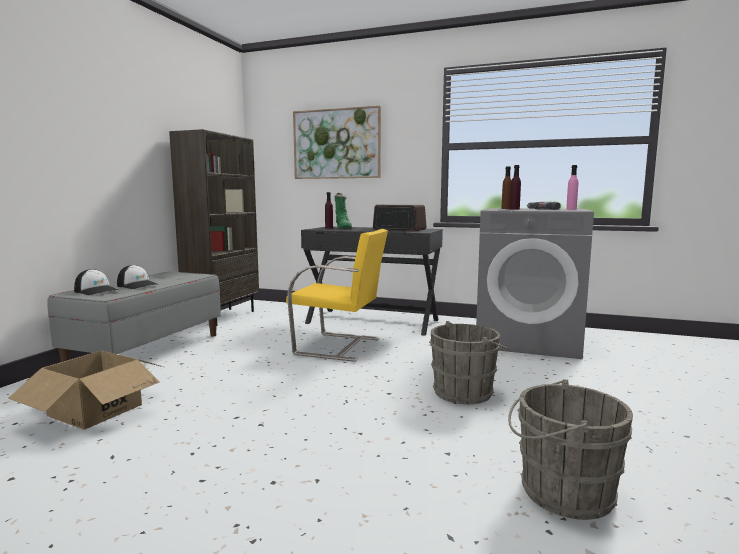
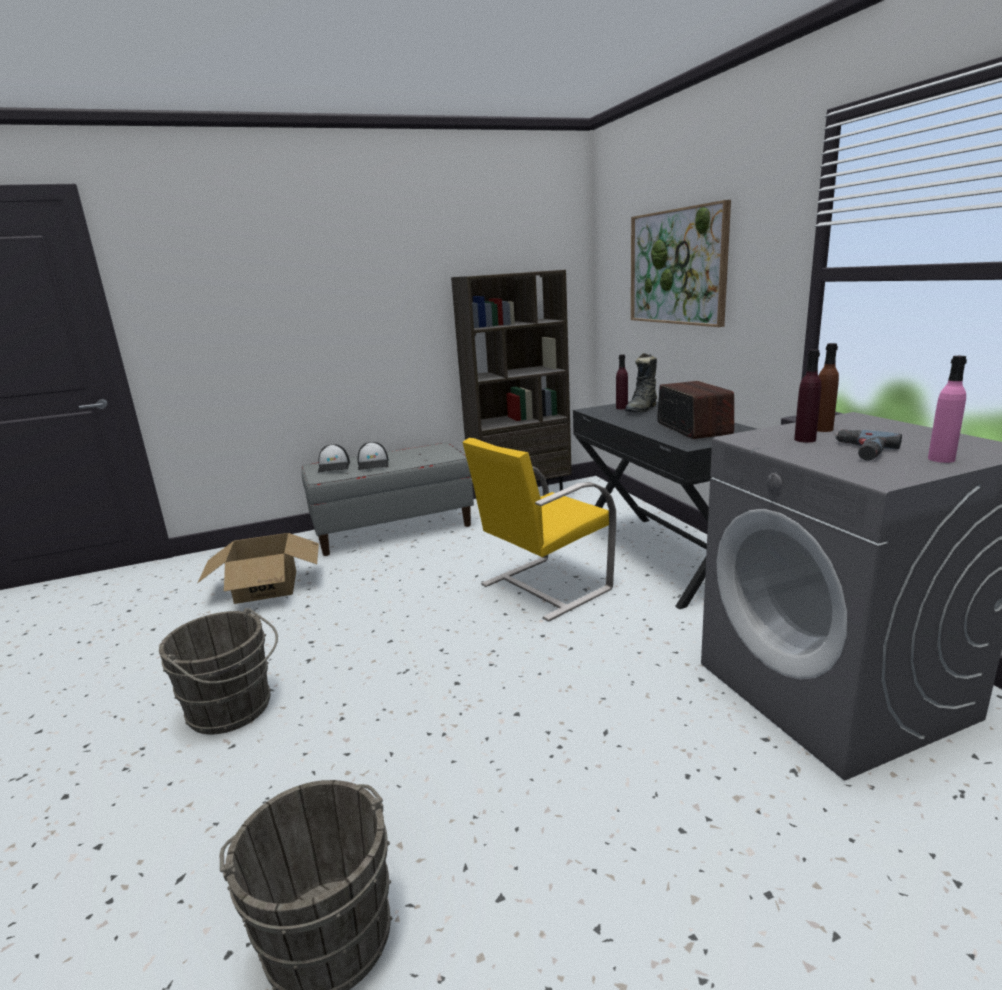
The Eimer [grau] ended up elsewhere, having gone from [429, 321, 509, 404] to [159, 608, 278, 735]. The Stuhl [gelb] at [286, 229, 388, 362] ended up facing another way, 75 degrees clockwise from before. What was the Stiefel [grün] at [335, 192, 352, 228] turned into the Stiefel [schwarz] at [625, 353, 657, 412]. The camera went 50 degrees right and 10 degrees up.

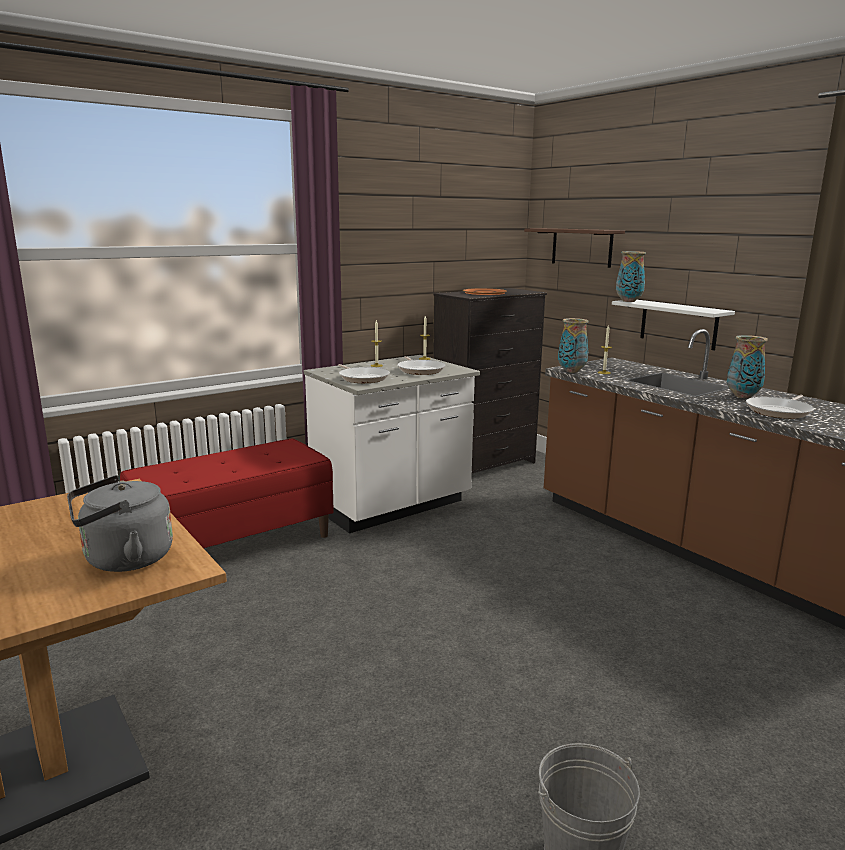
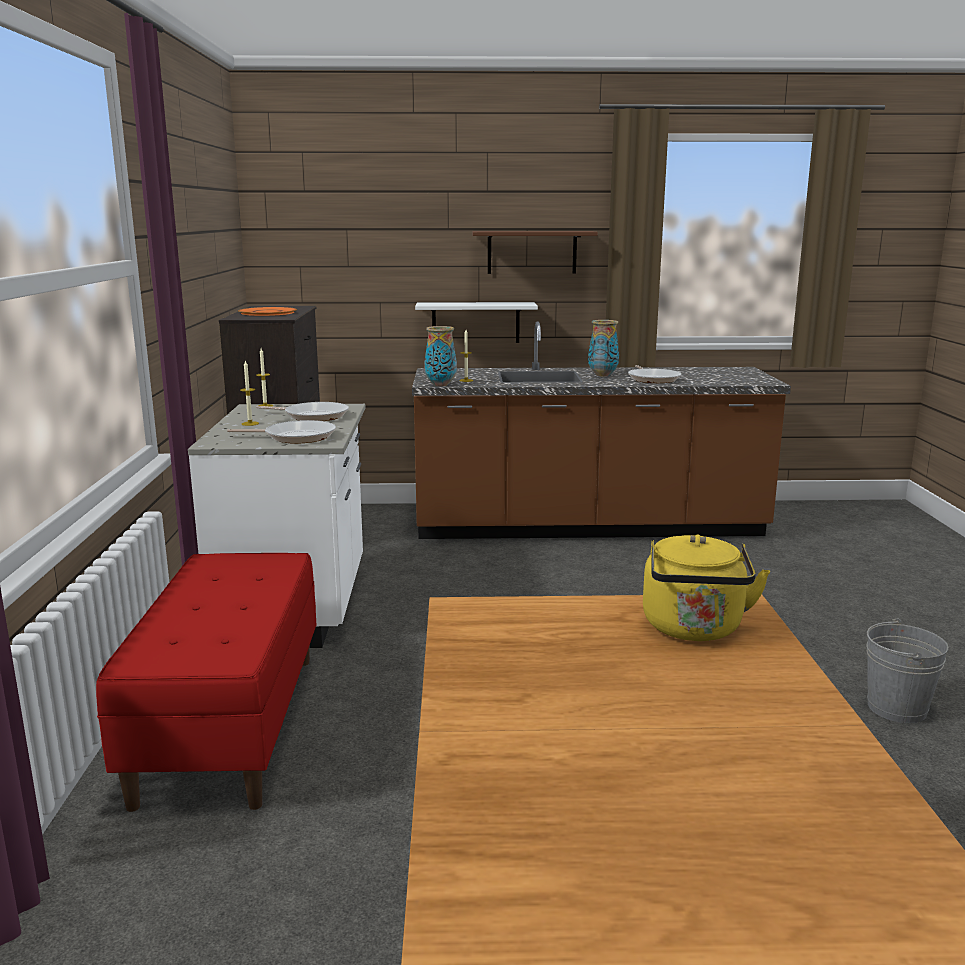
The Wandregal [braun] ended up elsewhere, having gone from [524, 228, 625, 268] to [472, 231, 598, 274]. What was the Wasserkessel [grau] at [67, 475, 173, 572] turned into the Wasserkessel [gelb] at [643, 534, 770, 641]. The second view lost the Vase at [616, 251, 646, 302]. The camera went 55 degrees left and 0 degrees up.

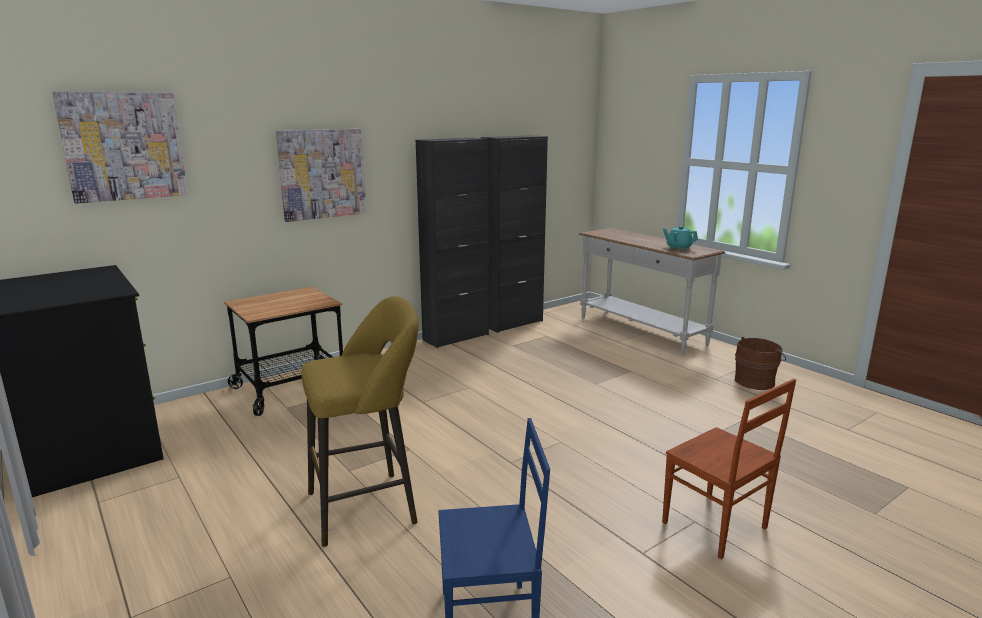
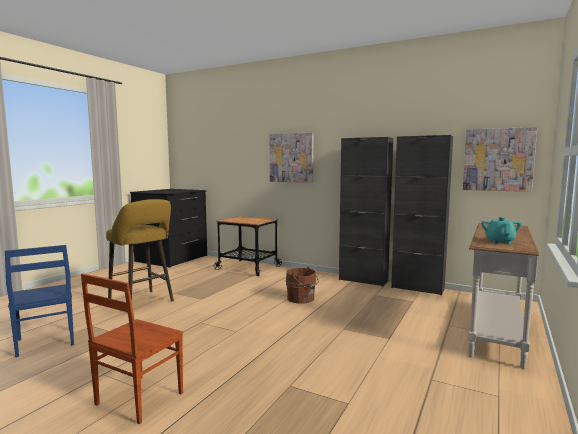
The Eimer [braun] ended up elsewhere, having gone from [735, 337, 786, 390] to [286, 267, 319, 304]. The Bild ended up elsewhere, having gone from [52, 92, 188, 204] to [463, 127, 537, 192]. The camera went 65 degrees right and 10 degrees down.

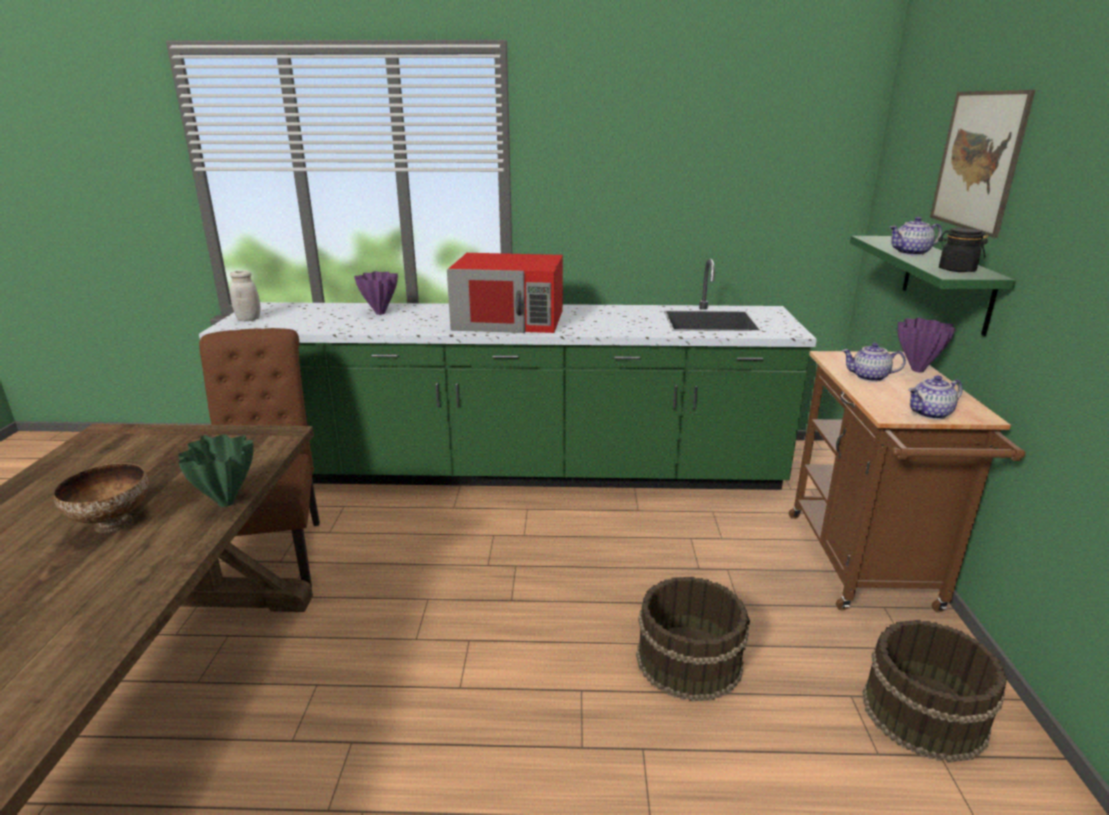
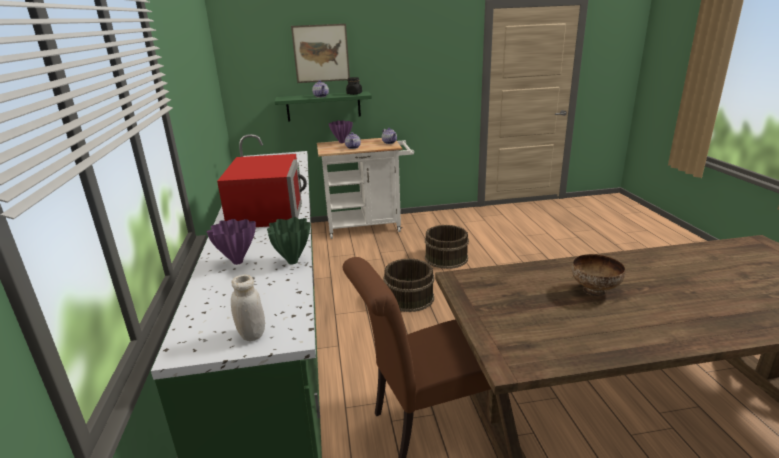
The Vase [grün] ended up elsewhere, having gone from [178, 434, 254, 507] to [267, 217, 310, 264]. What was the Rollwagen [braun] at [789, 351, 1025, 612] turned into the Rollwagen [weiß] at [317, 138, 414, 239]. The Eimer [braun] ended up elsewhere, having gone from [862, 620, 1007, 763] to [383, 259, 434, 312]. The camera went 100 degrees left and 0 degrees up.

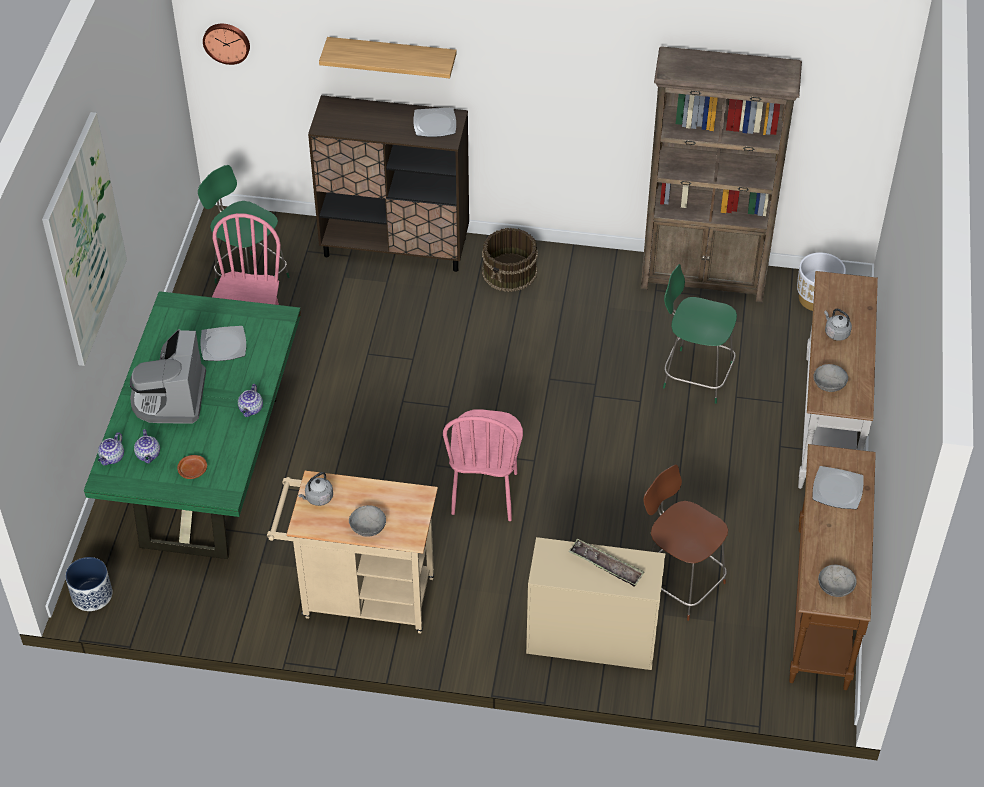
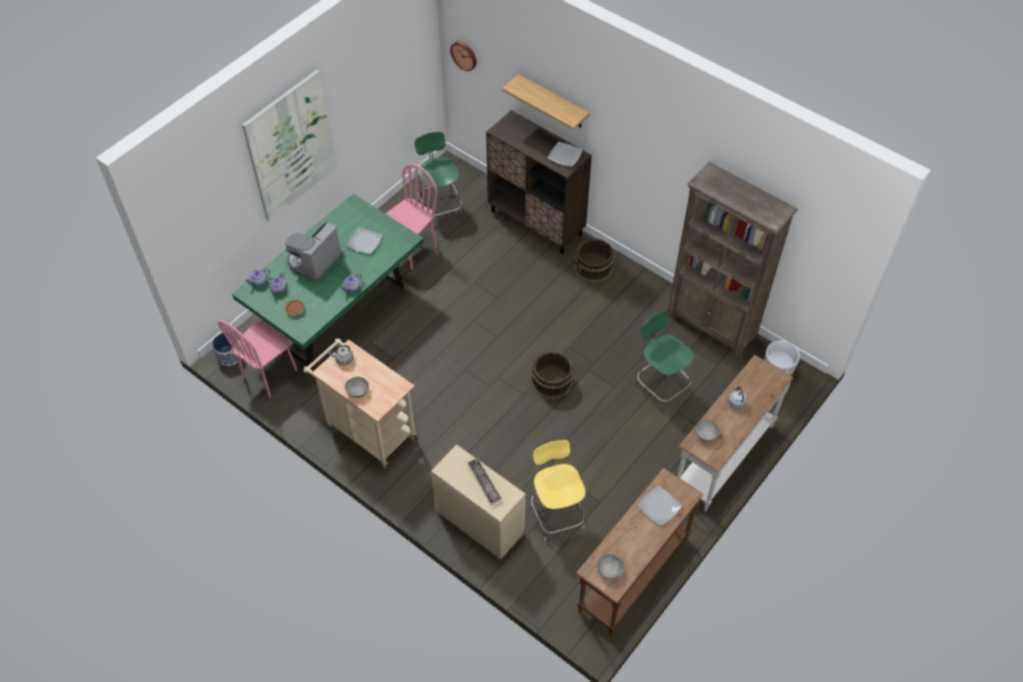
The Stuhl [rosa] ended up elsewhere, having gone from [443, 409, 523, 521] to [218, 320, 298, 397]. The second view gained the Eimer [braun] at [531, 351, 573, 399]. What was the Hocker [braun] at [644, 464, 728, 621] turned into the Hocker [gelb] at [531, 440, 585, 540]. The camera went 30 degrees right and 5 degrees up.

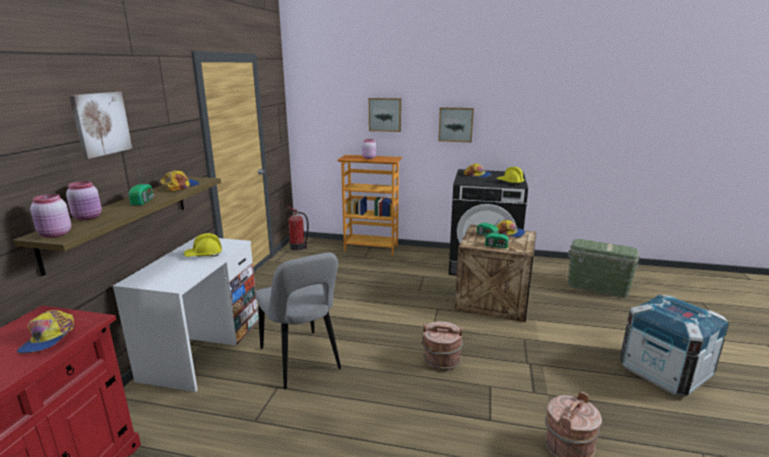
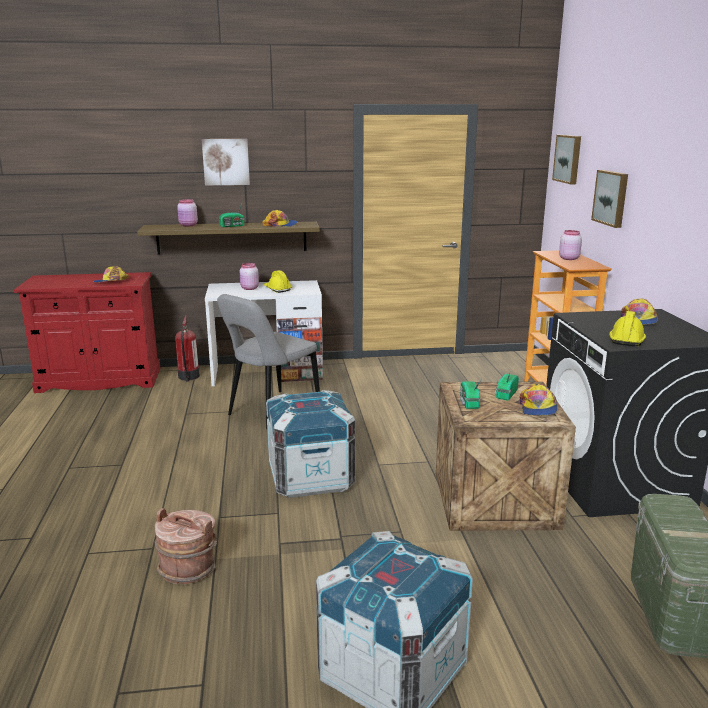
The Feuerlöscher ended up elsewhere, having gone from [286, 206, 308, 251] to [175, 315, 200, 382]. The Vorratsglas [rosa] ended up elsewhere, having gone from [30, 194, 71, 238] to [240, 263, 259, 290]. Where the Eimer [braun] stood at [421, 321, 463, 371], the Kiste came to stand at [266, 390, 355, 498]. The Bild ended up elsewhere, having gone from [438, 107, 474, 142] to [552, 135, 581, 184]. The camera went 70 degrees right and 0 degrees up.

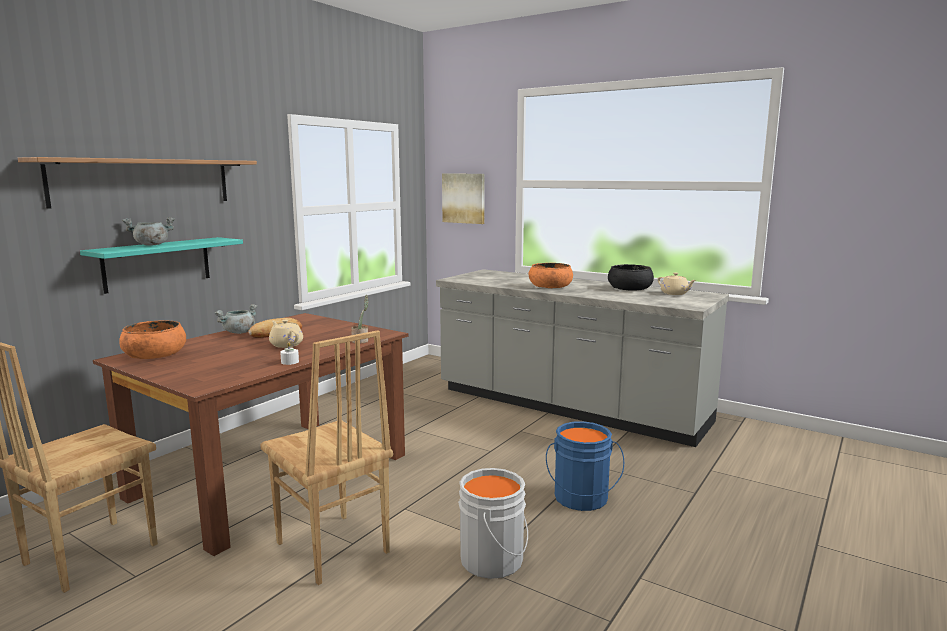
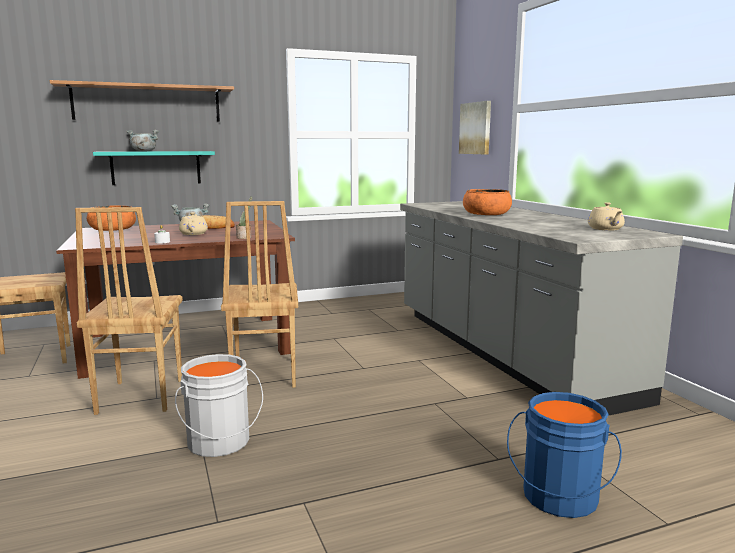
The second view gained the Stuhl [braun] at [221, 201, 298, 388]. The Eimer [blau] ended up elsewhere, having gone from [546, 421, 624, 511] to [507, 392, 622, 518]. The second view lost the Schüssel [schwarz] at [608, 264, 654, 291]. The camera went 35 degrees right and 0 degrees up.

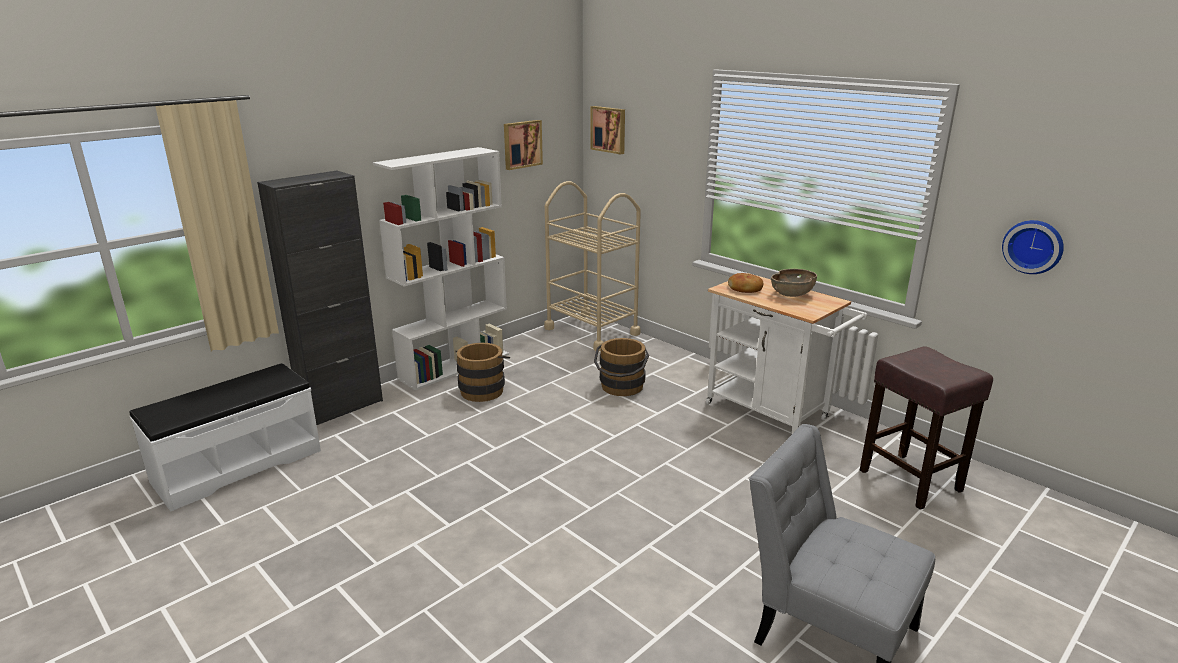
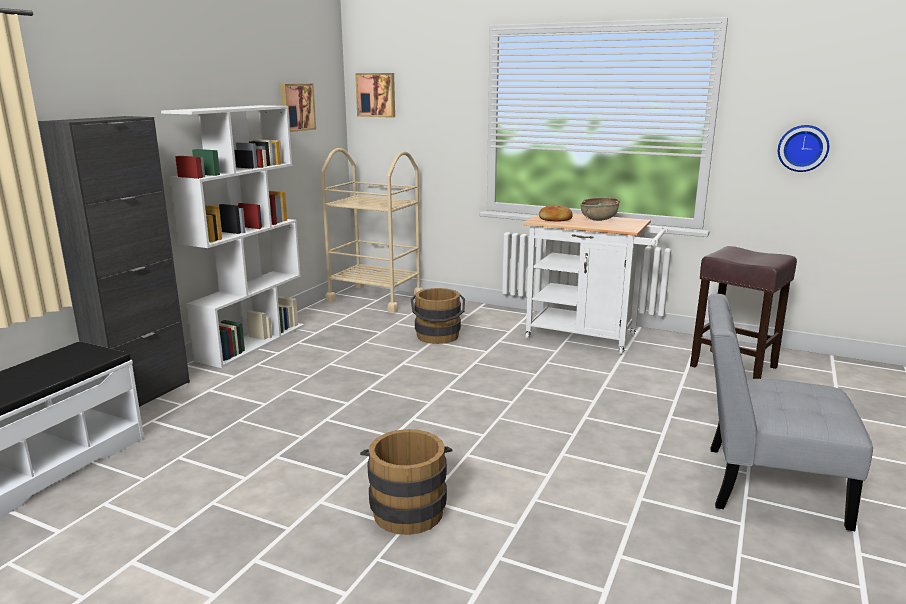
The Eimer [braun] ended up elsewhere, having gone from [455, 343, 510, 402] to [360, 429, 452, 535]. The camera went 20 degrees left and 5 degrees down.

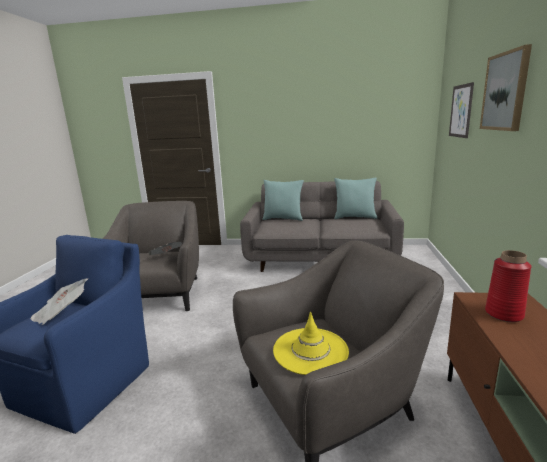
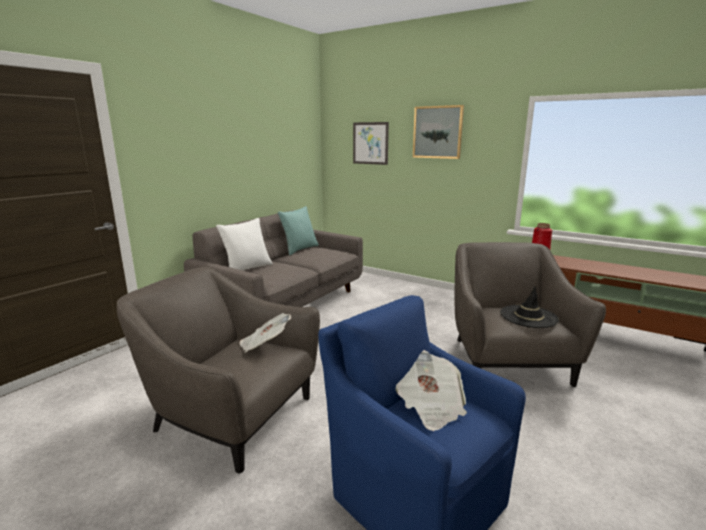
What was the Kissen [türkis] at [262, 180, 304, 221] turned into the Kissen [weiß] at [216, 218, 273, 271]. What was the Hut [gelb] at [273, 312, 349, 375] turned into the Hut [schwarz] at [500, 286, 559, 328]. The camera went 65 degrees left and 0 degrees up.

